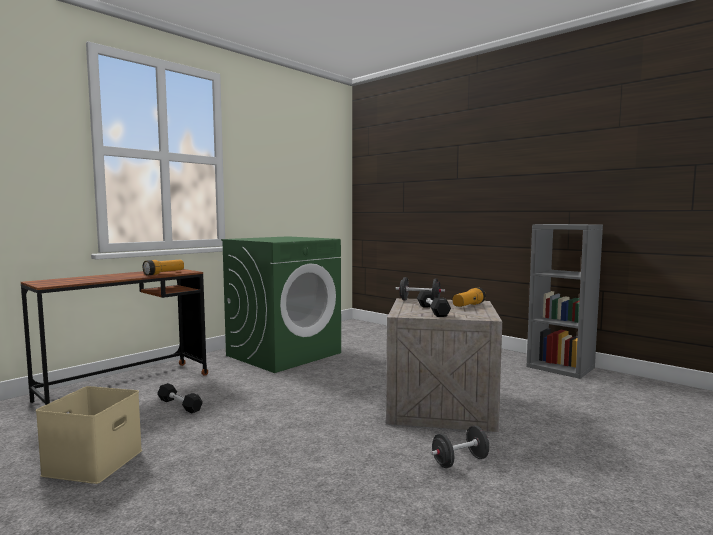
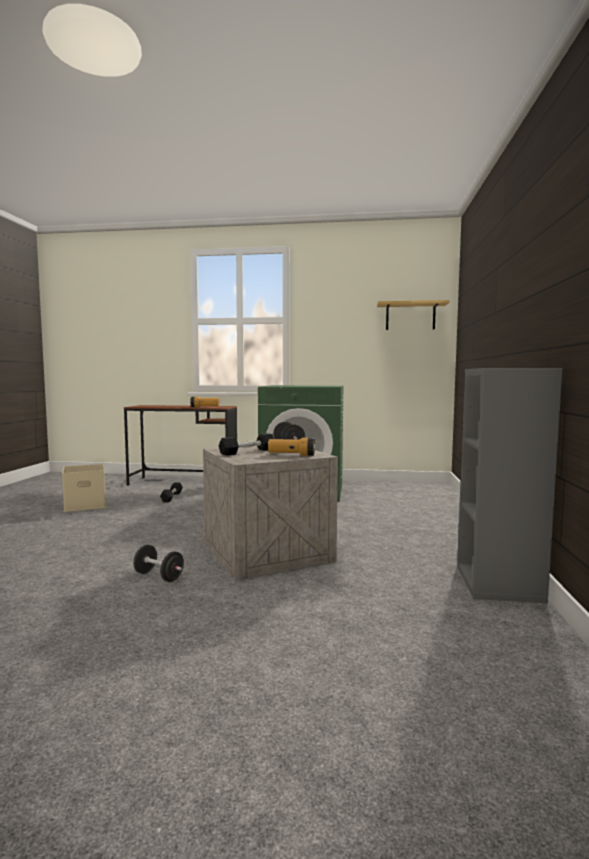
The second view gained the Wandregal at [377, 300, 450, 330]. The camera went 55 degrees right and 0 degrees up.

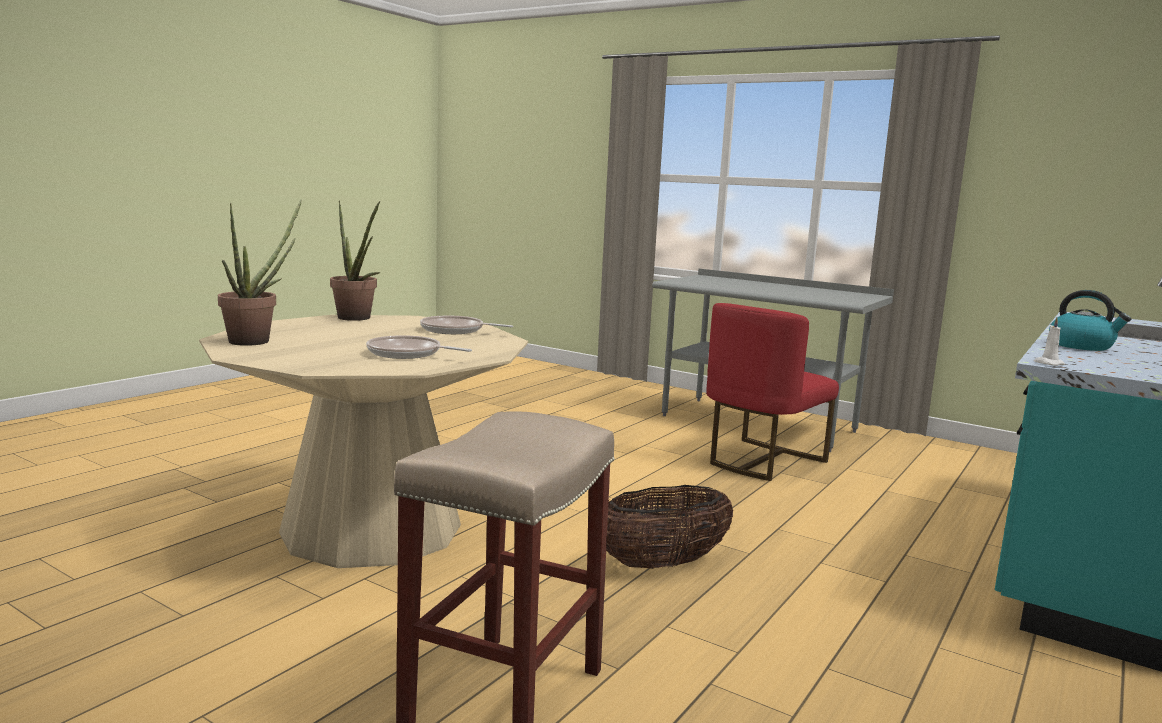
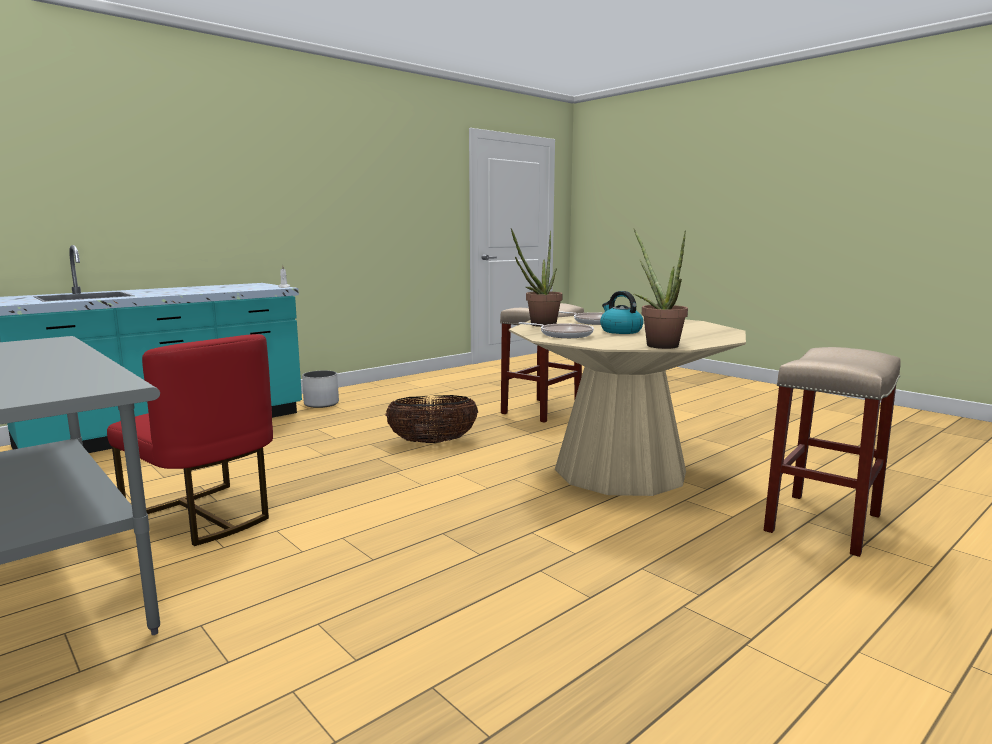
The Stuhl [rot] at [706, 303, 839, 481] ended up facing another way, 75 degrees clockwise from before. The second view gained the Pflanzkübel [weiß] at [302, 370, 339, 408]. The Topfpflanze ended up elsewhere, having gone from [218, 199, 301, 346] to [511, 228, 563, 327]. The Wasserkessel ended up elsewhere, having gone from [1049, 290, 1131, 351] to [600, 291, 644, 334]. The second view gained the Hocker [beige] at [764, 347, 901, 557]. The camera went 165 degrees left and 0 degrees up.

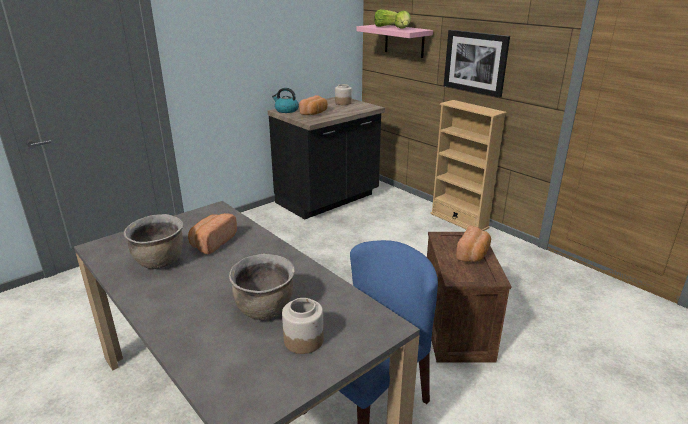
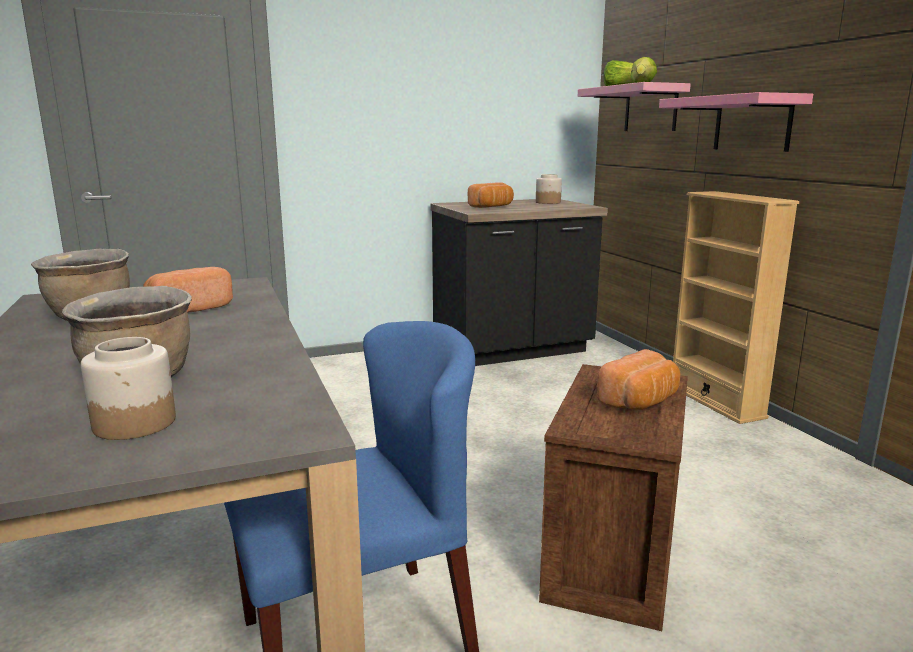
Where the Bild hung at [444, 30, 510, 98], the Wandregal [rosa] came to hang at [659, 92, 813, 152]. The second view lost the Wasserkessel at [272, 88, 299, 113]. The camera went 20 degrees right and 10 degrees down.

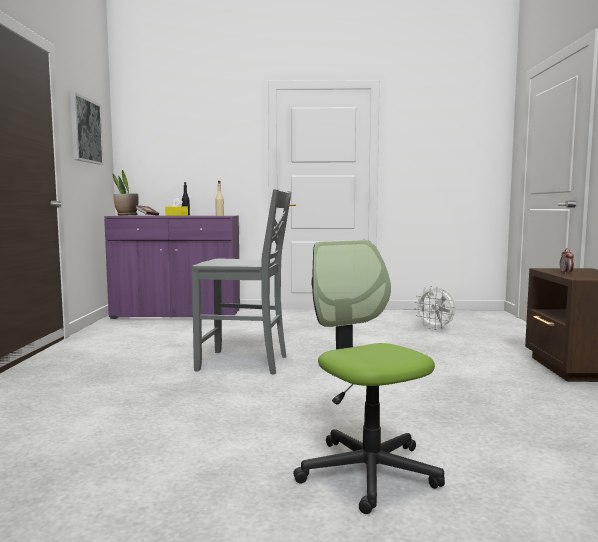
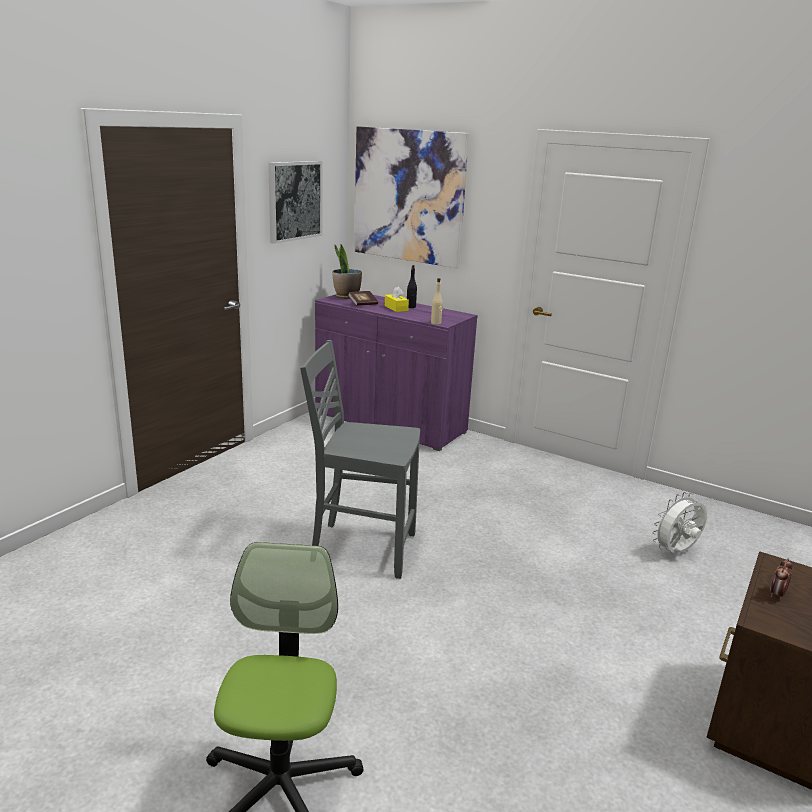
The Stuhl [grau] at [192, 189, 291, 374] ended up facing another way, 150 degrees clockwise from before. The second view gained the Bild at [354, 126, 469, 268]. The Ventilator [weiß] at [414, 286, 456, 330] ended up facing another way, 75 degrees clockwise from before. The camera went 30 degrees right and 15 degrees up.

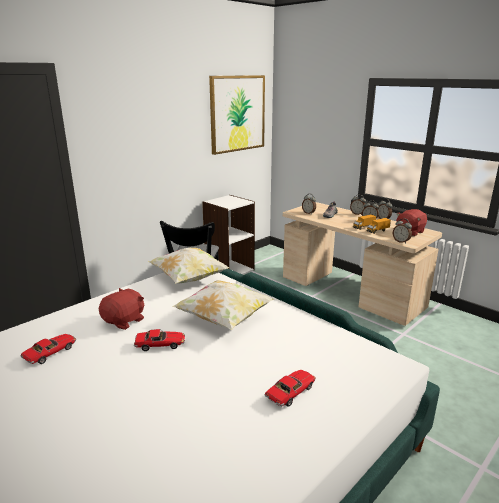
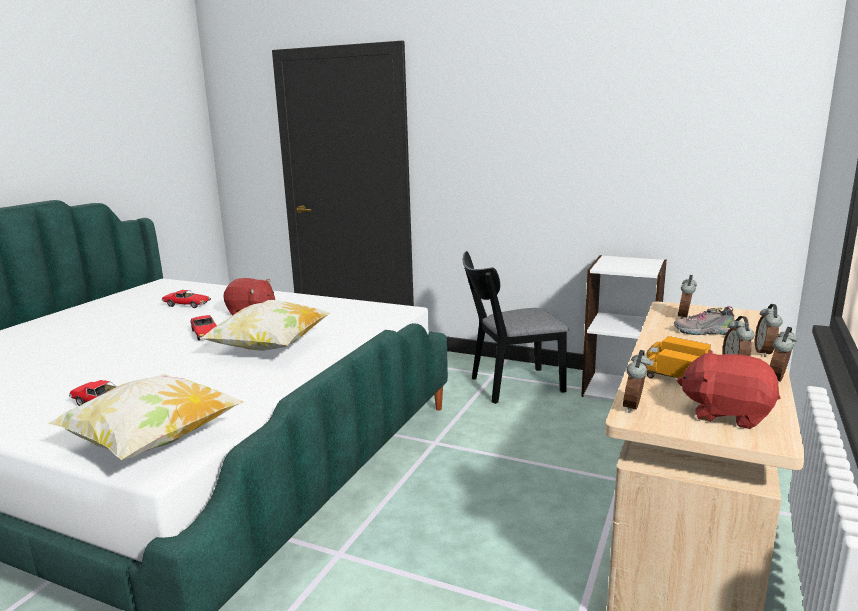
The Kissen ended up elsewhere, having gone from [148, 248, 230, 283] to [48, 374, 244, 460]. The second view lost the Bild at [209, 75, 265, 155]. The camera went 70 degrees right and 5 degrees down.

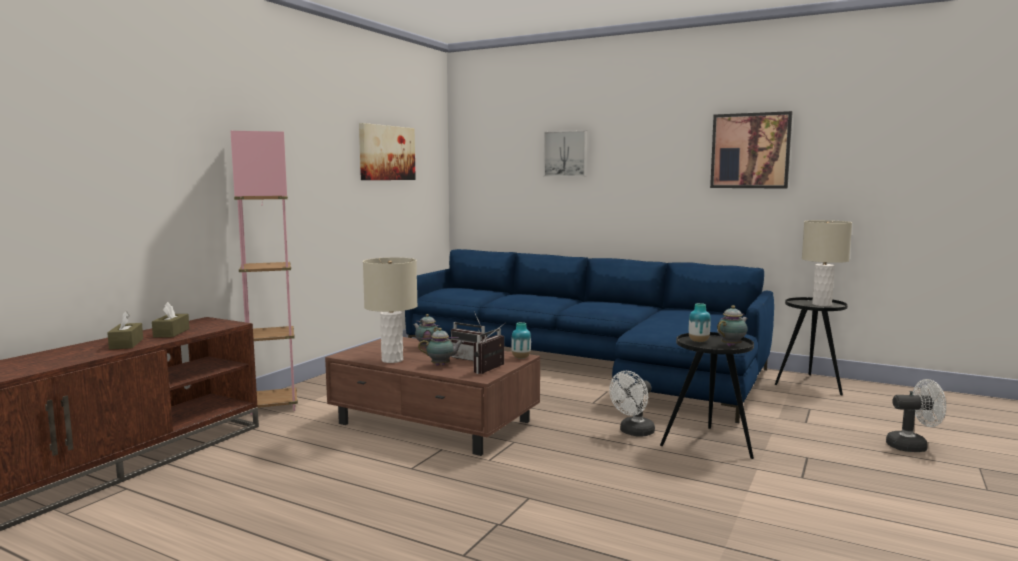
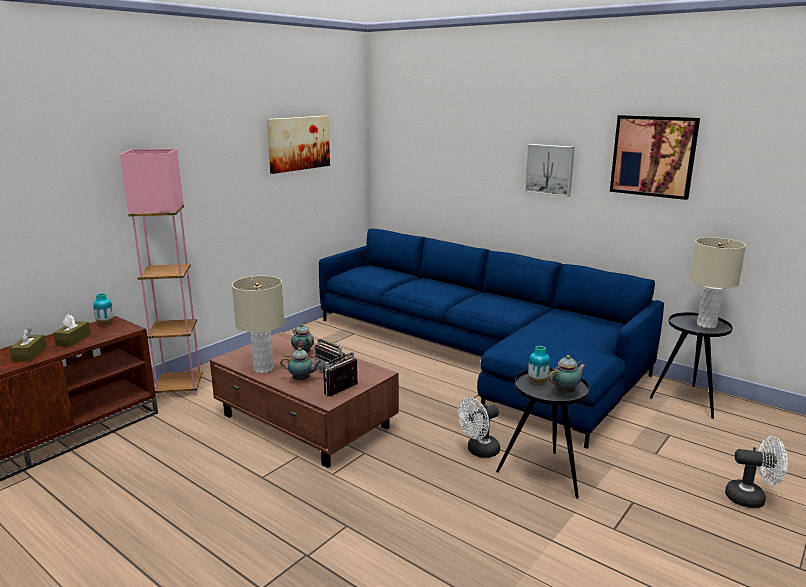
The Vase ended up elsewhere, having gone from [511, 322, 531, 358] to [93, 293, 114, 325]. The Bild ended up elsewhere, having gone from [544, 130, 587, 177] to [524, 144, 575, 197]. The camera went 10 degrees right and 10 degrees up.

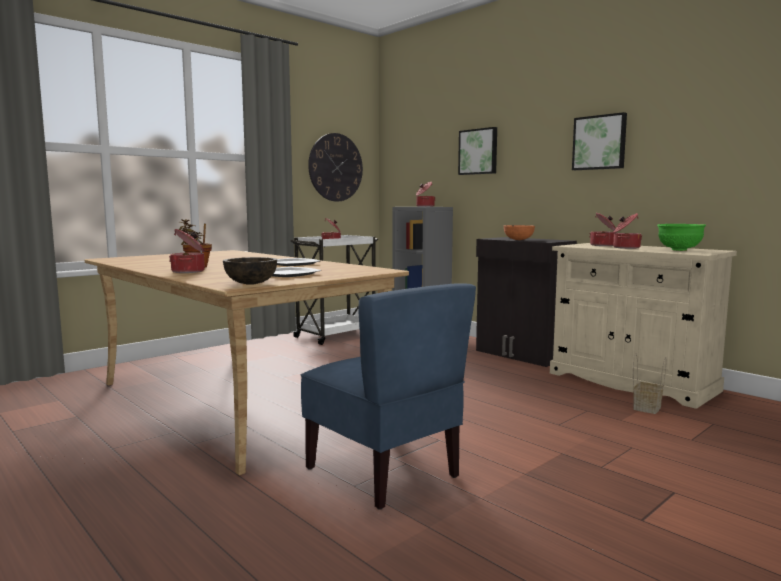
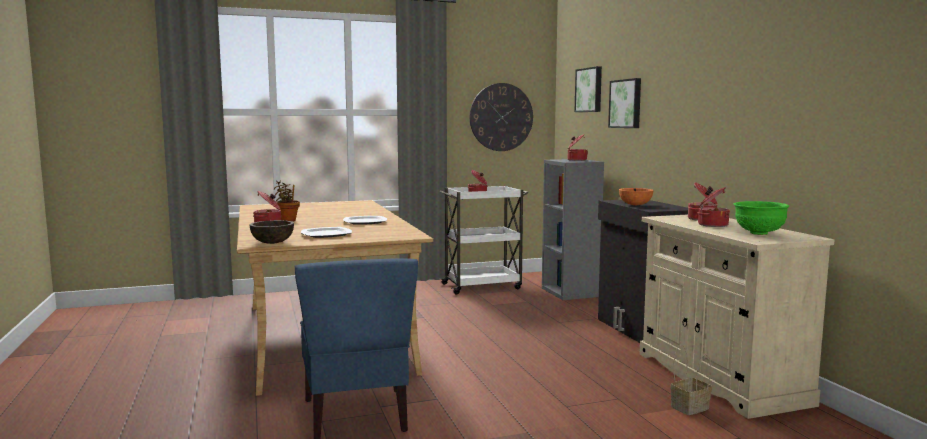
The Bild ended up elsewhere, having gone from [572, 112, 627, 170] to [574, 66, 602, 112]. The camera went 25 degrees right and 0 degrees up.

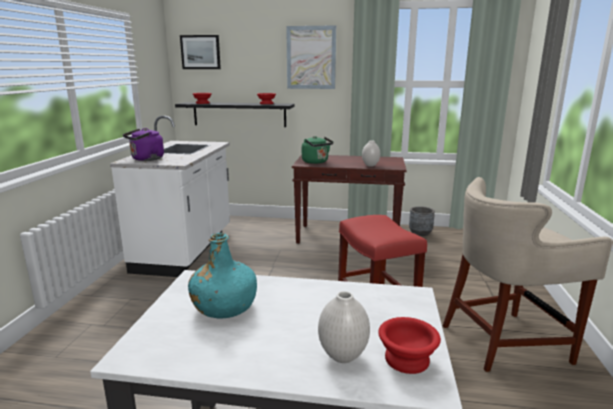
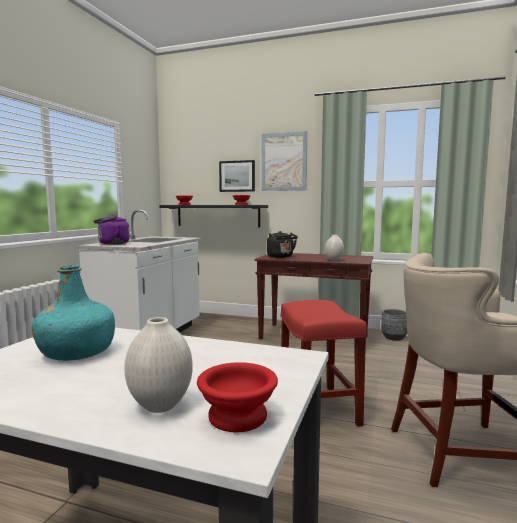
The Bild ended up elsewhere, having gone from [180, 35, 221, 69] to [219, 160, 255, 192]. What was the Wasserkessel [grün] at [302, 136, 333, 164] turned into the Wasserkessel [schwarz] at [267, 231, 298, 258]. The camera went 10 degrees right and 10 degrees down.

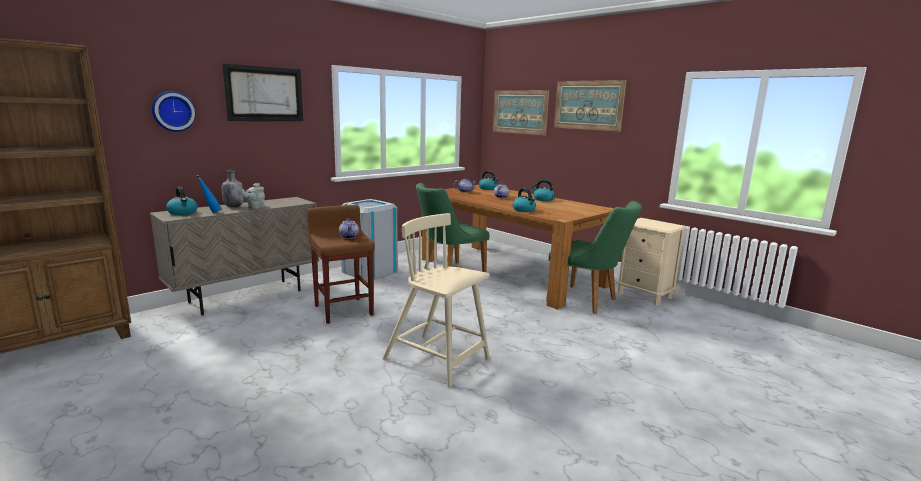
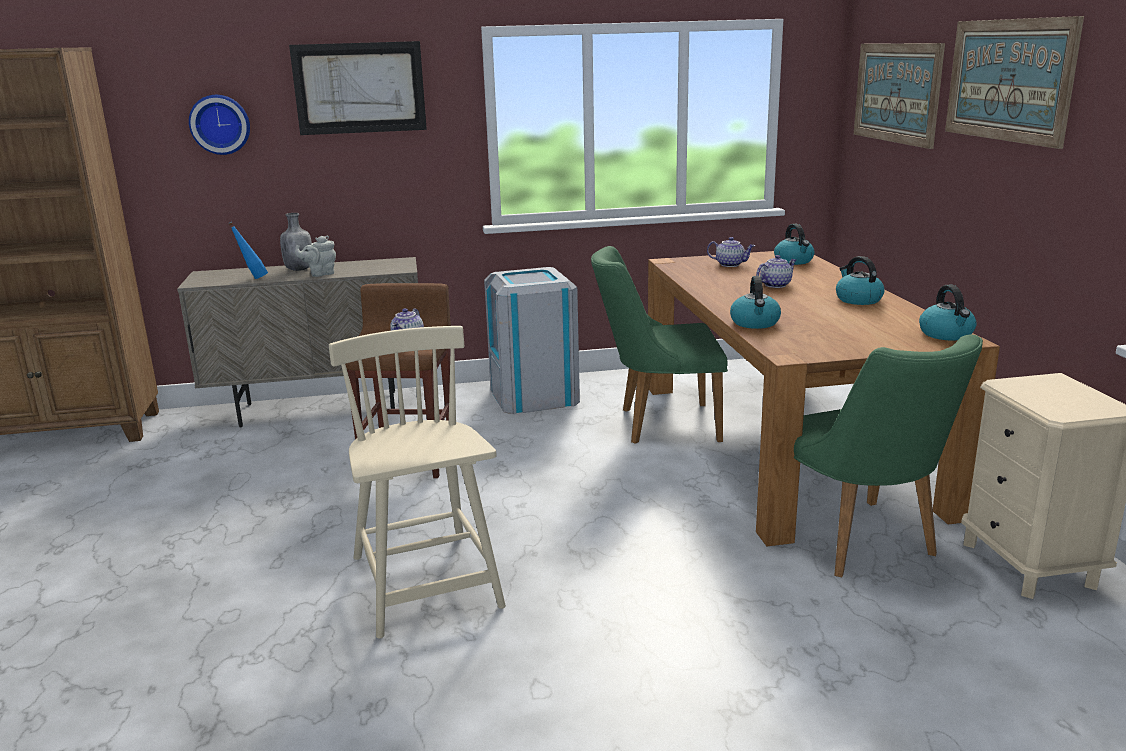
The Wasserkessel ended up elsewhere, having gone from [166, 187, 198, 215] to [919, 285, 977, 340]. The camera went 35 degrees right and 5 degrees up.

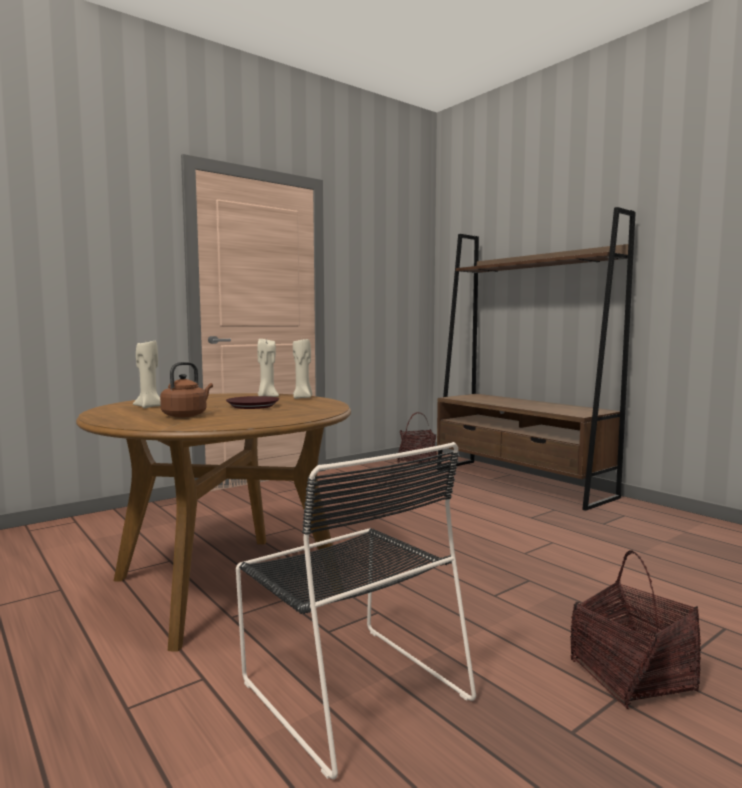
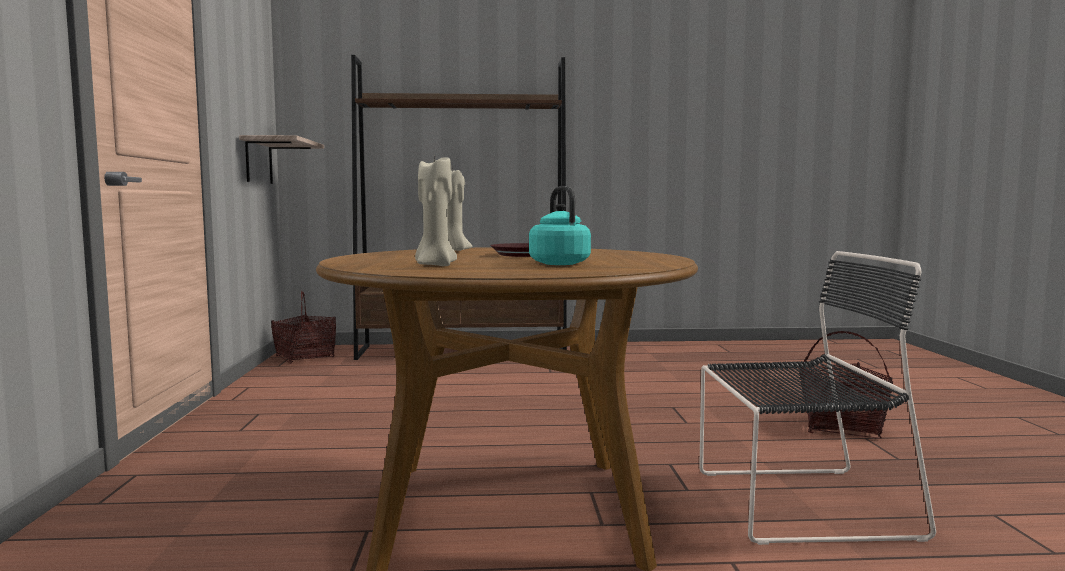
The second view gained the Wandregal at [239, 135, 324, 184]. What was the Wasserkessel [braun] at [160, 362, 213, 418] turned into the Wasserkessel [türkis] at [529, 186, 591, 265]. The second view lost the Kerze [beige] at [293, 339, 312, 399]. The camera went 55 degrees left and 0 degrees up.

